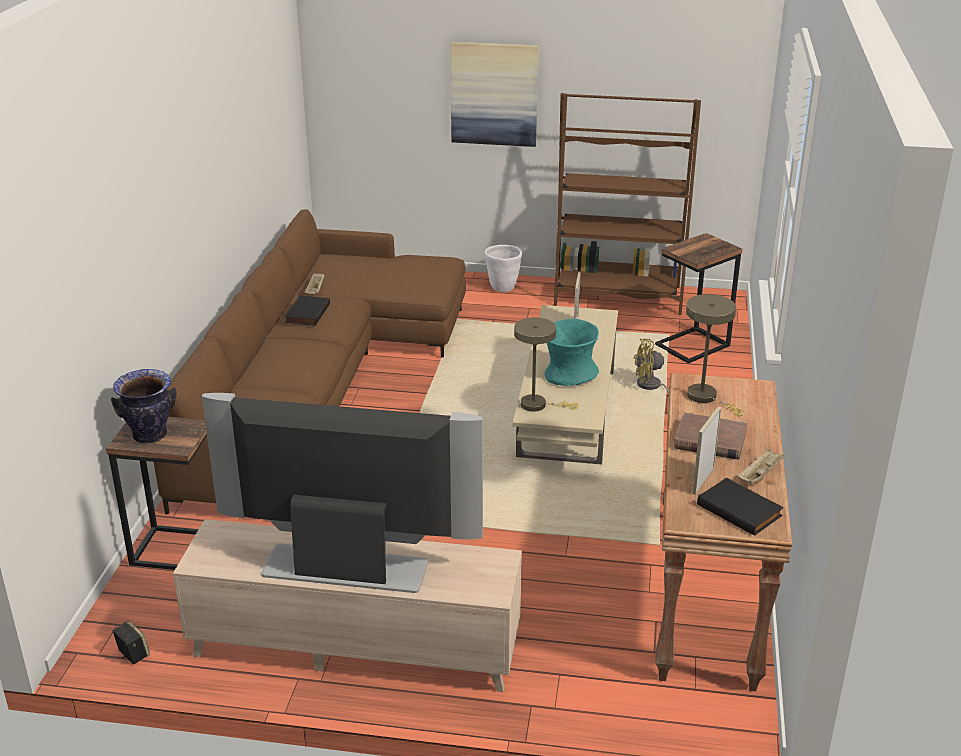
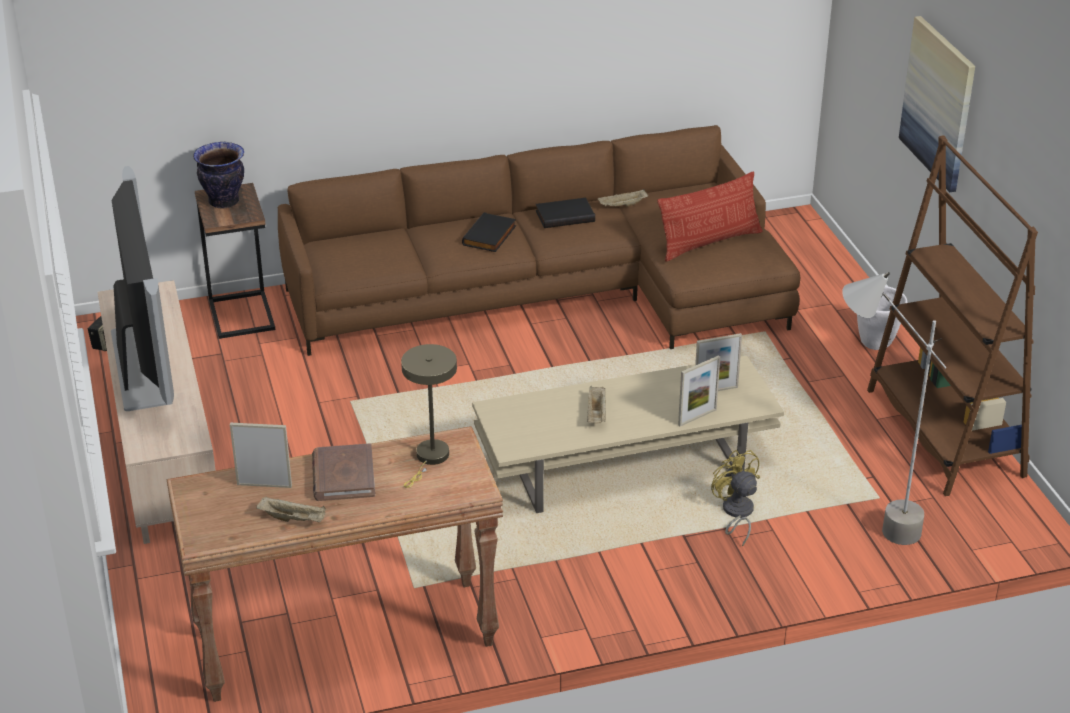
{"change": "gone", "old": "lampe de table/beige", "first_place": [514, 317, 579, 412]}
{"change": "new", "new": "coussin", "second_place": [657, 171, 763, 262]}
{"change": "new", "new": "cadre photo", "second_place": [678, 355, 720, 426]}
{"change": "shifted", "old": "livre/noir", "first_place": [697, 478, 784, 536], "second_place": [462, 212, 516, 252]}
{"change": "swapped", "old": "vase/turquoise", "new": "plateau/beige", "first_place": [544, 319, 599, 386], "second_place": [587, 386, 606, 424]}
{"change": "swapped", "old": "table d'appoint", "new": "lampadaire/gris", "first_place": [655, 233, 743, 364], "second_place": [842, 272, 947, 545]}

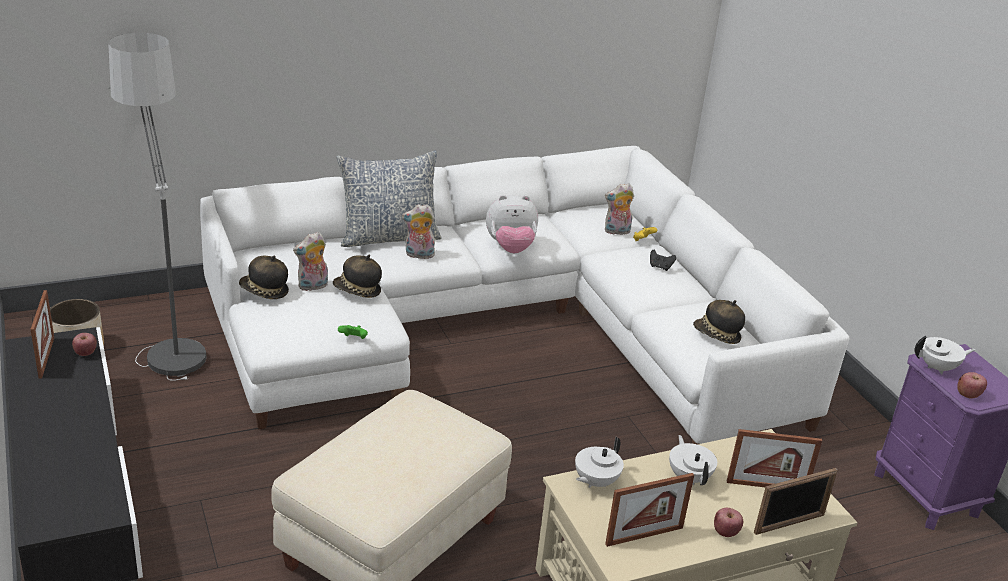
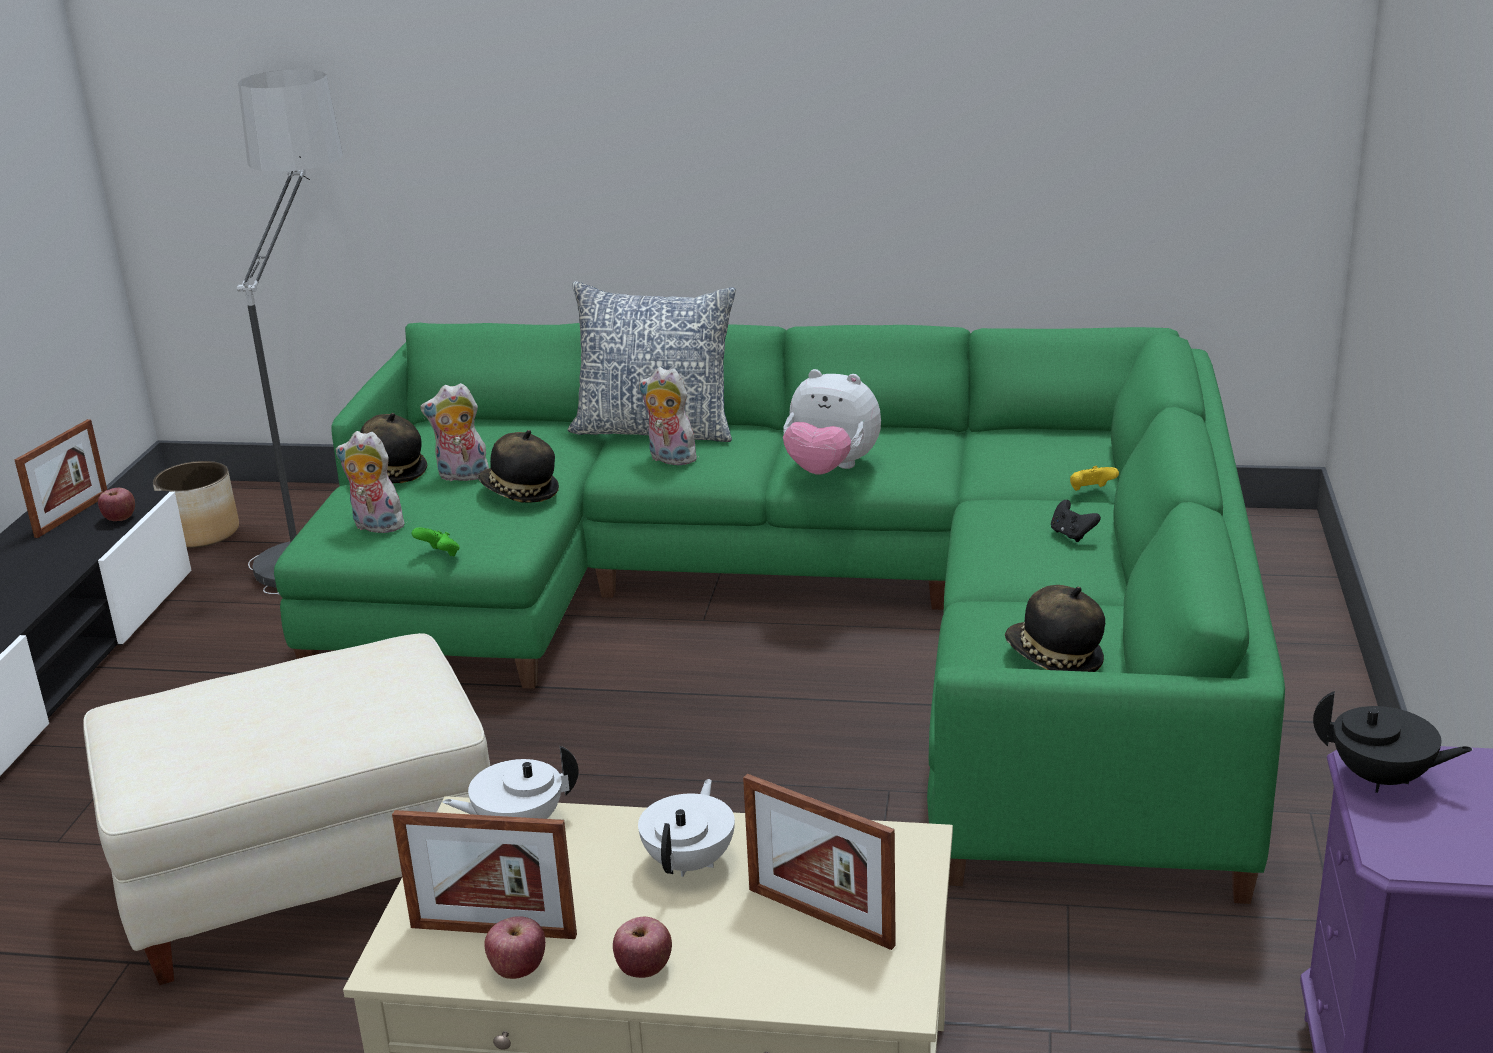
{"change": "gone", "old": "cadre photo", "first_place": [754, 468, 838, 535]}
{"change": "shifted", "old": "peluche", "first_place": [605, 183, 634, 235], "second_place": [336, 431, 405, 533]}
{"change": "shifted", "old": "pomme", "first_place": [957, 372, 987, 399], "second_place": [484, 916, 546, 979]}
{"change": "repainted", "old": "canapé/blanc", "new": "canapé/vert", "first_place": [200, 146, 849, 444], "second_place": [274, 323, 1285, 904]}
{"change": "repainted", "old": "théière/blanc", "new": "théière/noir", "first_place": [914, 336, 975, 375], "second_place": [1313, 691, 1473, 793]}

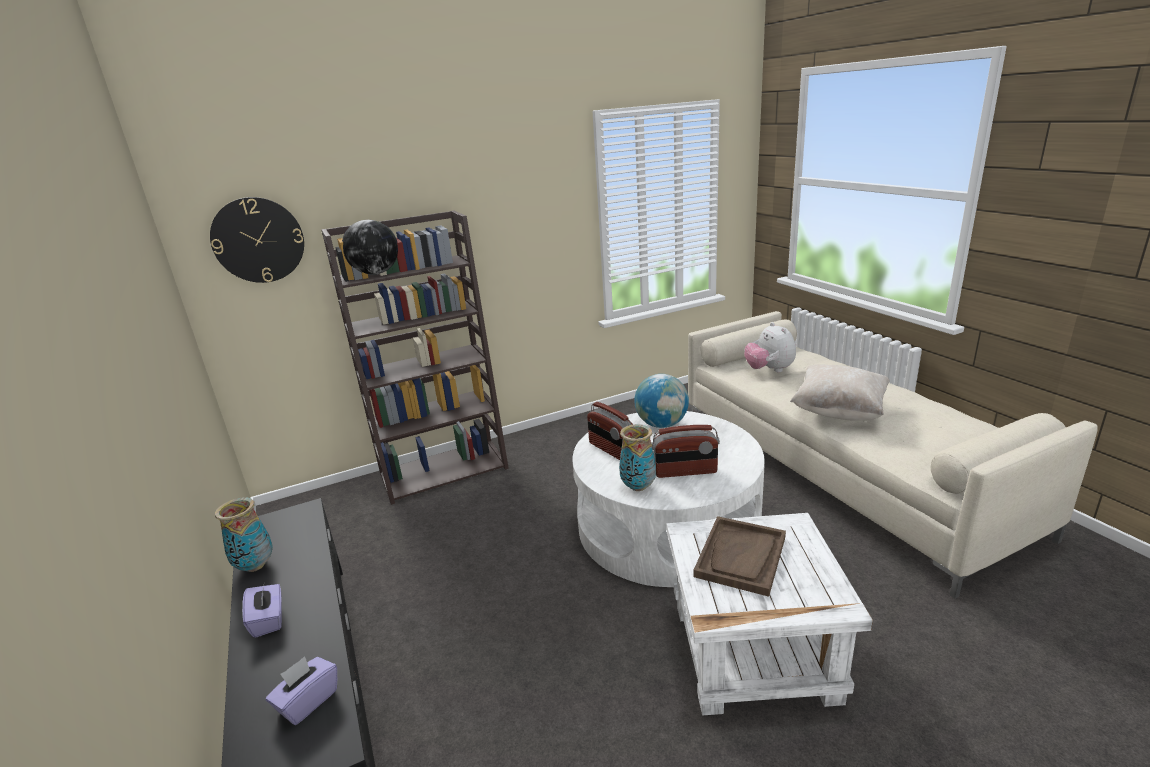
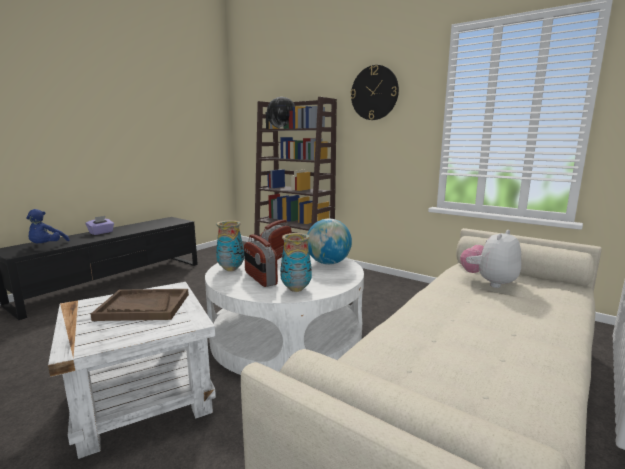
{"change": "gone", "old": "coussin/beige", "first_place": [790, 364, 890, 421]}
{"change": "shifted", "old": "horloge murale", "first_place": [210, 197, 304, 283], "second_place": [350, 65, 399, 120]}
{"change": "shifted", "old": "vase", "first_place": [215, 497, 273, 572], "second_place": [280, 233, 312, 292]}
{"change": "swapped", "old": "boîte à mouchoirs/violet", "new": "peluche/bleu", "first_place": [265, 656, 337, 725], "second_place": [26, 209, 70, 243]}

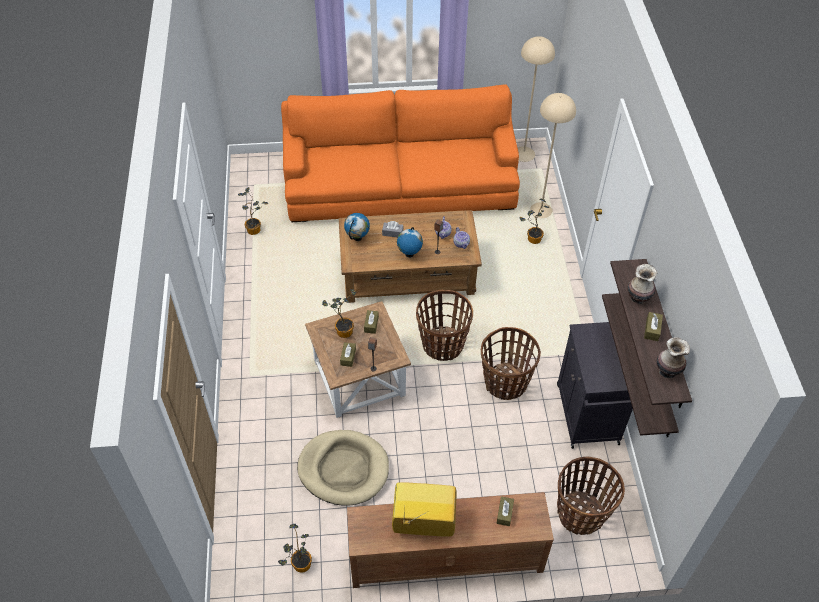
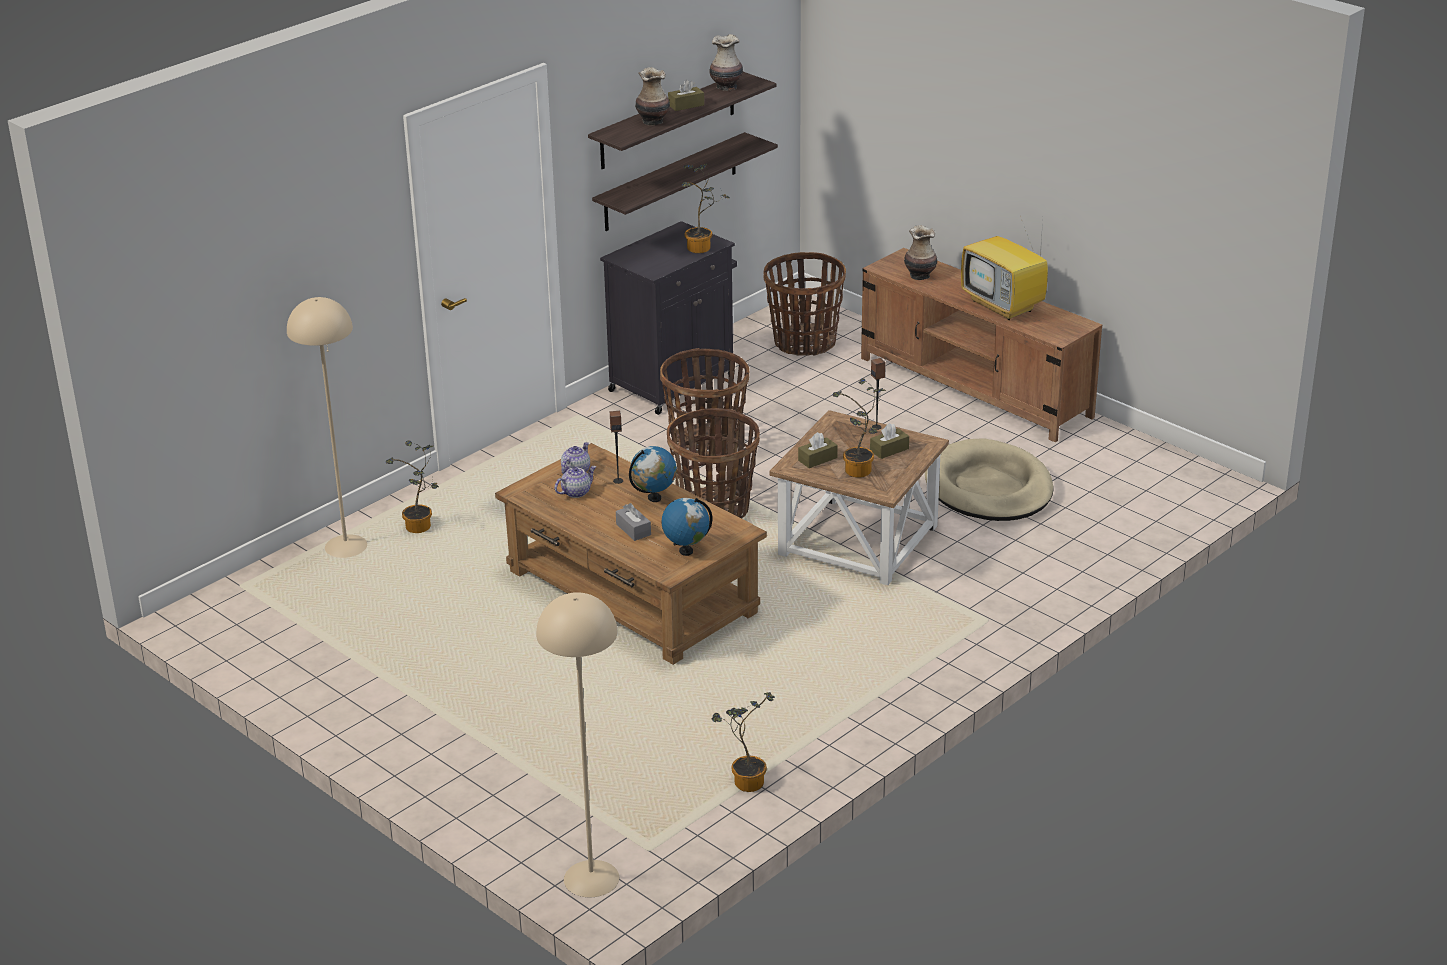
{"change": "gone", "old": "canapé/orange", "first_place": [281, 84, 520, 222]}
{"change": "shifted", "old": "plante en pot", "first_place": [278, 524, 312, 573], "second_place": [682, 164, 730, 253]}
{"change": "shifted", "old": "lampadaire/beige", "first_place": [518, 36, 555, 162], "second_place": [536, 592, 619, 897]}
{"change": "swapped", "old": "boîte à mouchoirs/marron", "new": "vase", "first_place": [496, 496, 514, 526], "second_place": [904, 225, 937, 280]}

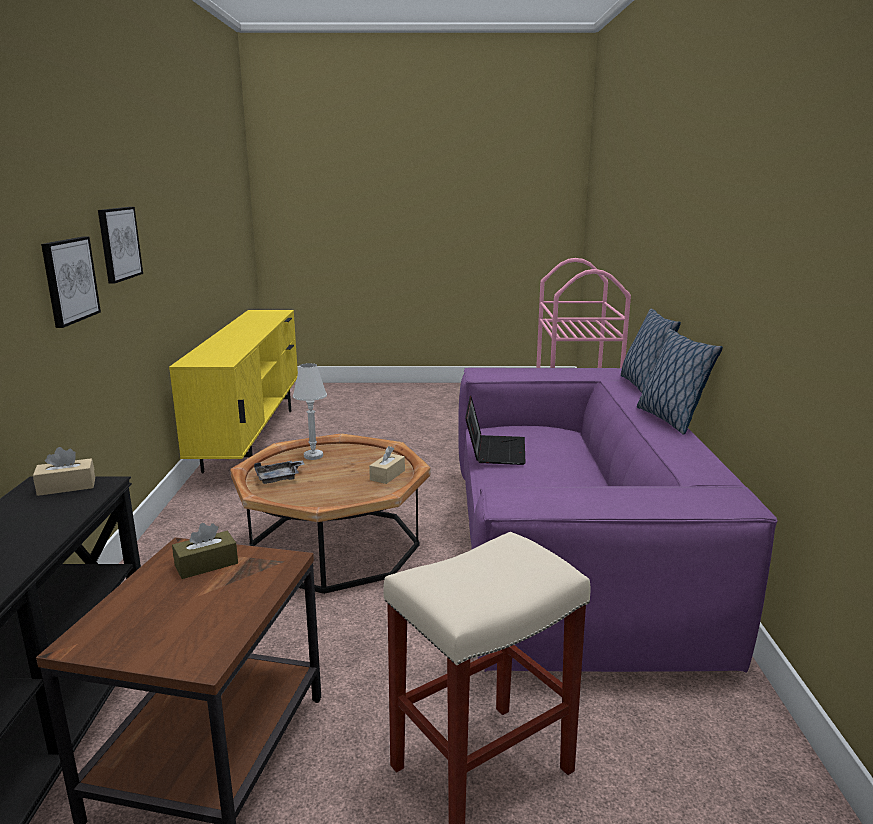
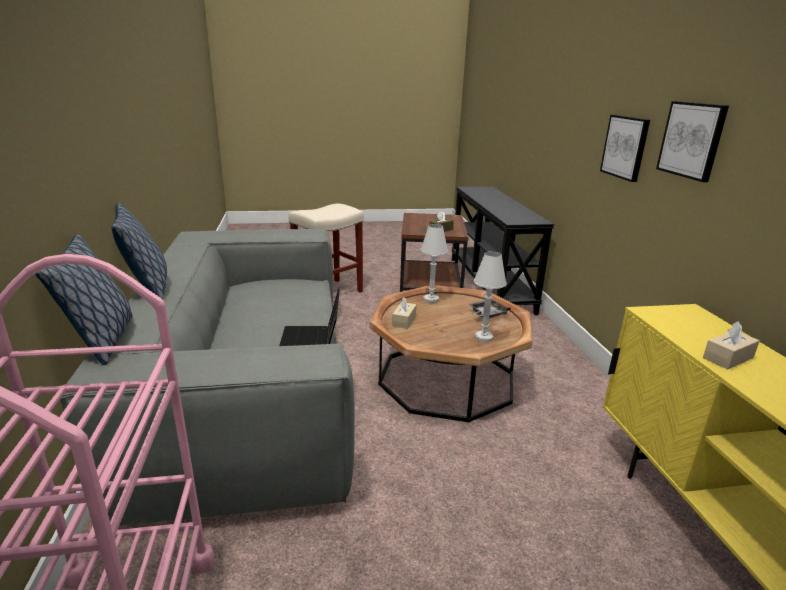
{"change": "new", "new": "lampe de table/blanc", "second_place": [420, 224, 448, 303]}
{"change": "shifted", "old": "boîte à mouchoirs/beige", "first_place": [33, 447, 95, 496], "second_place": [703, 321, 760, 370]}
{"change": "repainted", "old": "canapé/violet", "new": "canapé/gris", "first_place": [458, 368, 778, 673], "second_place": [60, 229, 355, 525]}

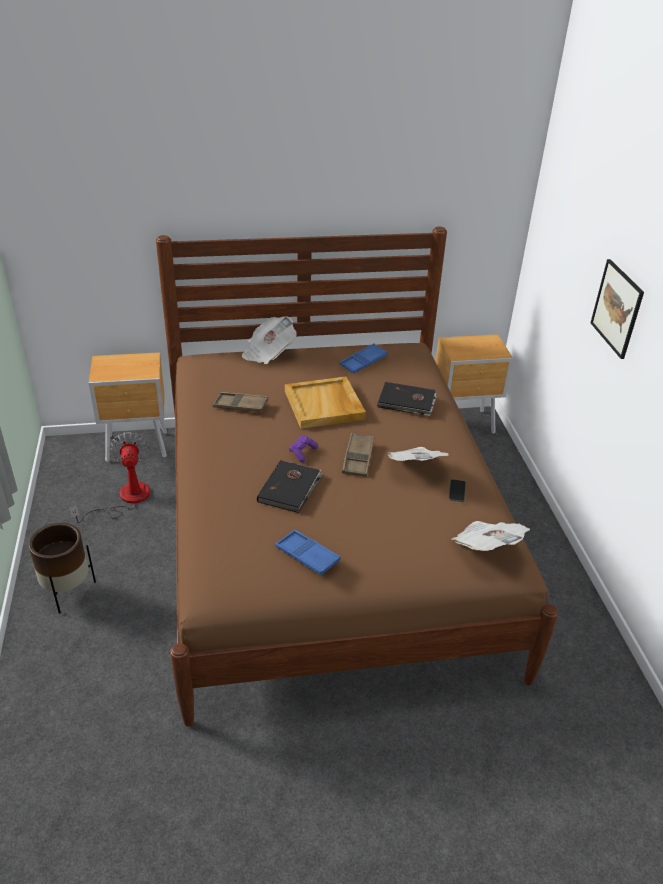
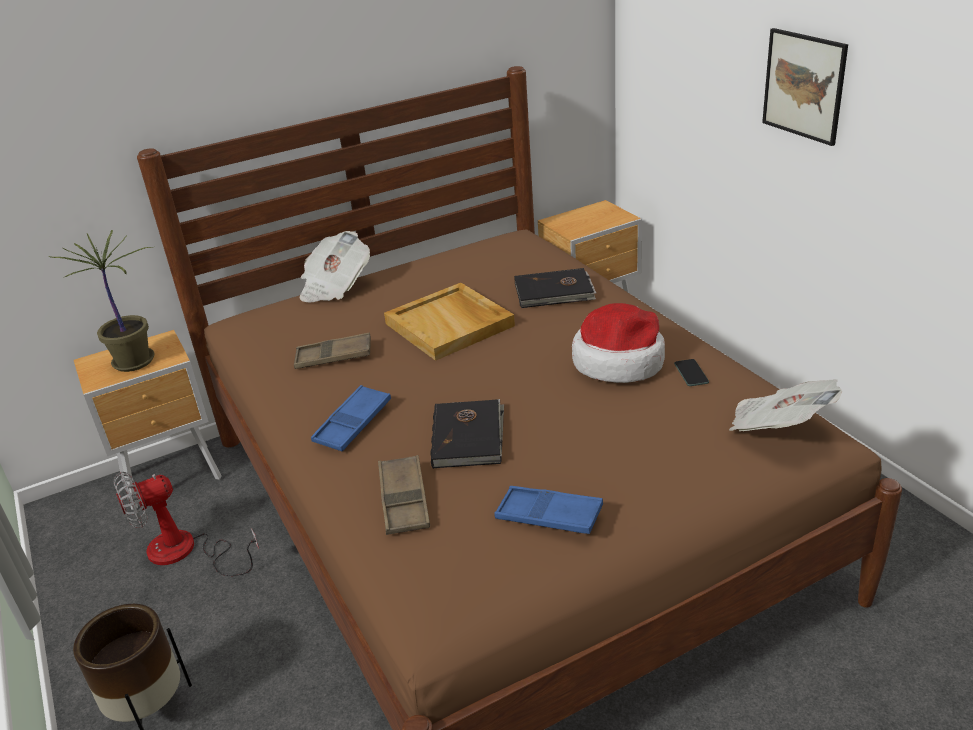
{"change": "gone", "old": "manette/violet", "first_place": [289, 435, 318, 462]}
{"change": "new", "new": "plante en pot", "second_place": [49, 230, 155, 372]}
{"change": "shifted", "old": "plateau/bleu", "first_place": [340, 344, 388, 374], "second_place": [311, 385, 391, 451]}
{"change": "shifted", "old": "plateau/marron", "first_place": [342, 433, 375, 477], "second_place": [378, 455, 430, 535]}
{"change": "swapped", "old": "journal", "new": "chapeau", "first_place": [387, 447, 449, 461], "second_place": [572, 303, 665, 383]}
{"change": "rotated", "old": "ventilateur", "first_place": [69, 432, 151, 523], "second_place": [114, 472, 259, 576], "degrees": -90}

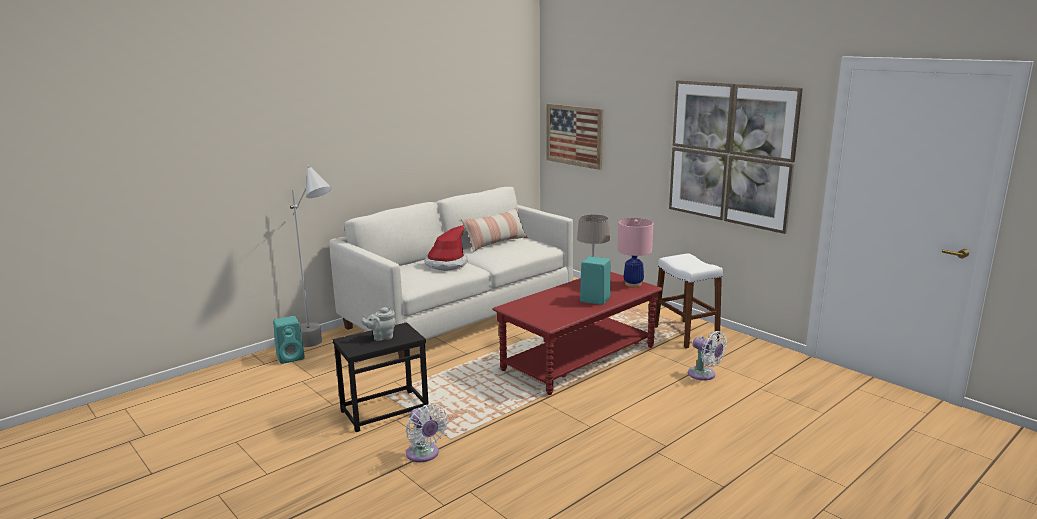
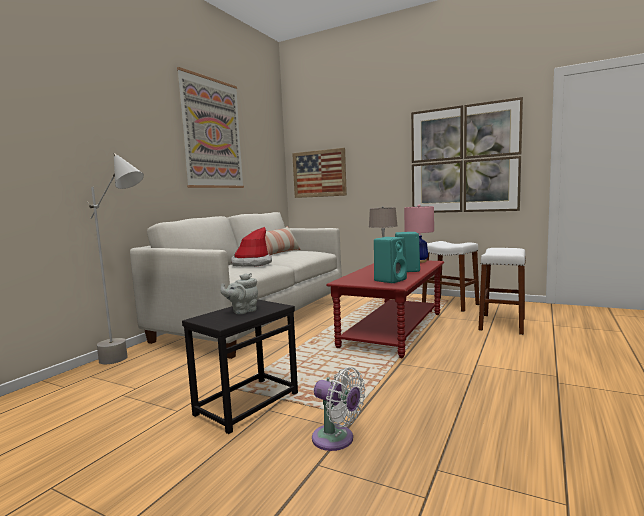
{"change": "new", "new": "tableau", "second_place": [177, 67, 244, 188]}
{"change": "shifted", "old": "enceinte/turquoise", "first_place": [273, 316, 305, 364], "second_place": [374, 237, 407, 283]}
{"change": "swapped", "old": "ventilateur/blanc", "new": "tabouret/blanc", "first_place": [688, 331, 727, 380], "second_place": [478, 248, 526, 335]}

